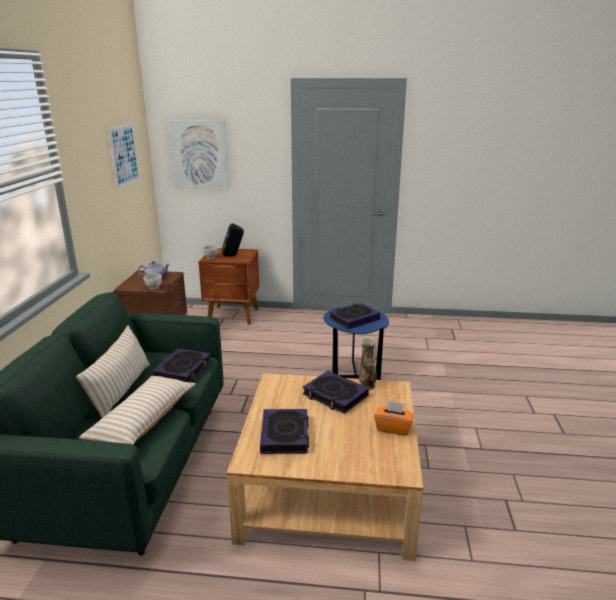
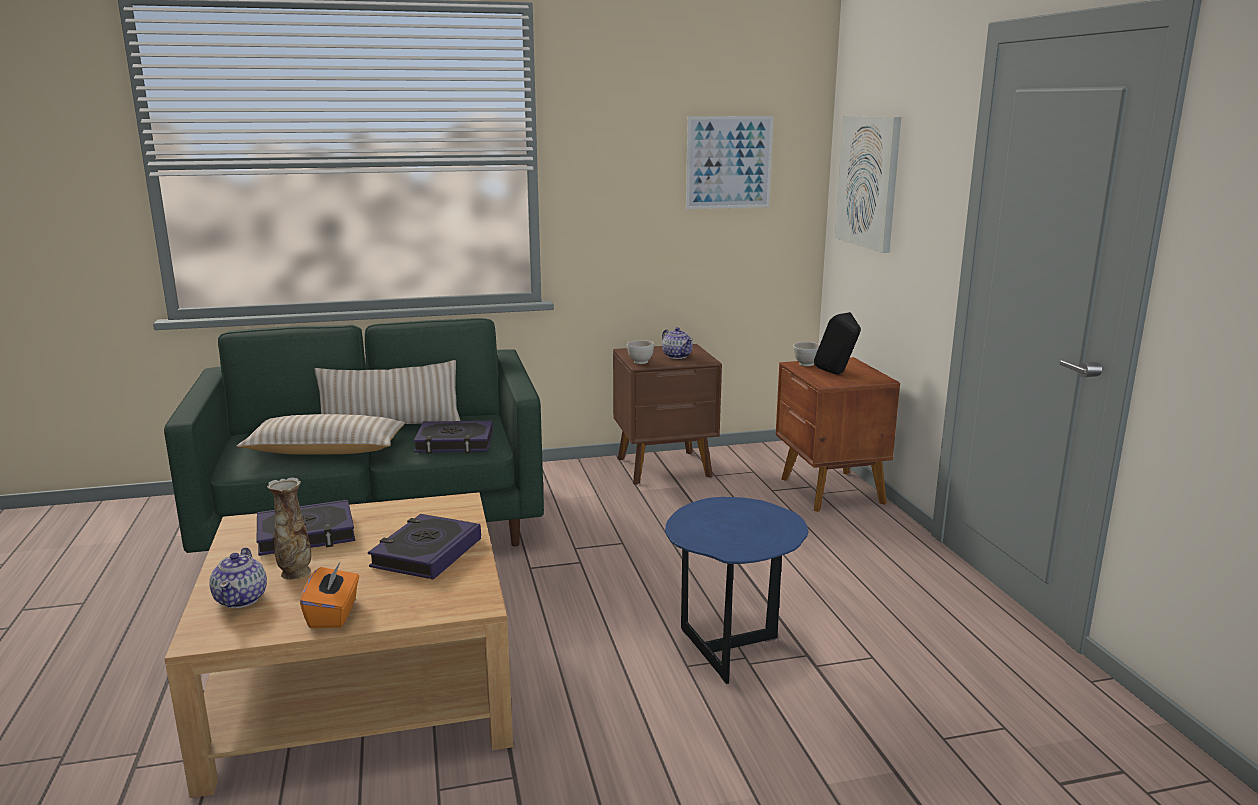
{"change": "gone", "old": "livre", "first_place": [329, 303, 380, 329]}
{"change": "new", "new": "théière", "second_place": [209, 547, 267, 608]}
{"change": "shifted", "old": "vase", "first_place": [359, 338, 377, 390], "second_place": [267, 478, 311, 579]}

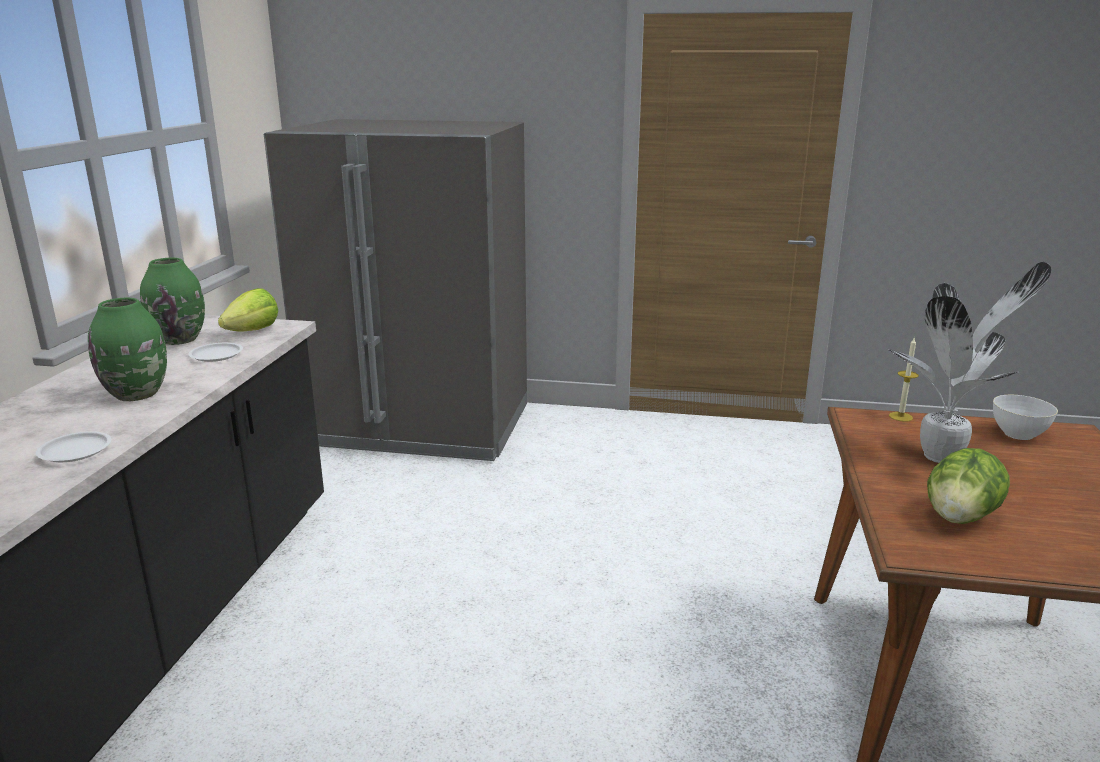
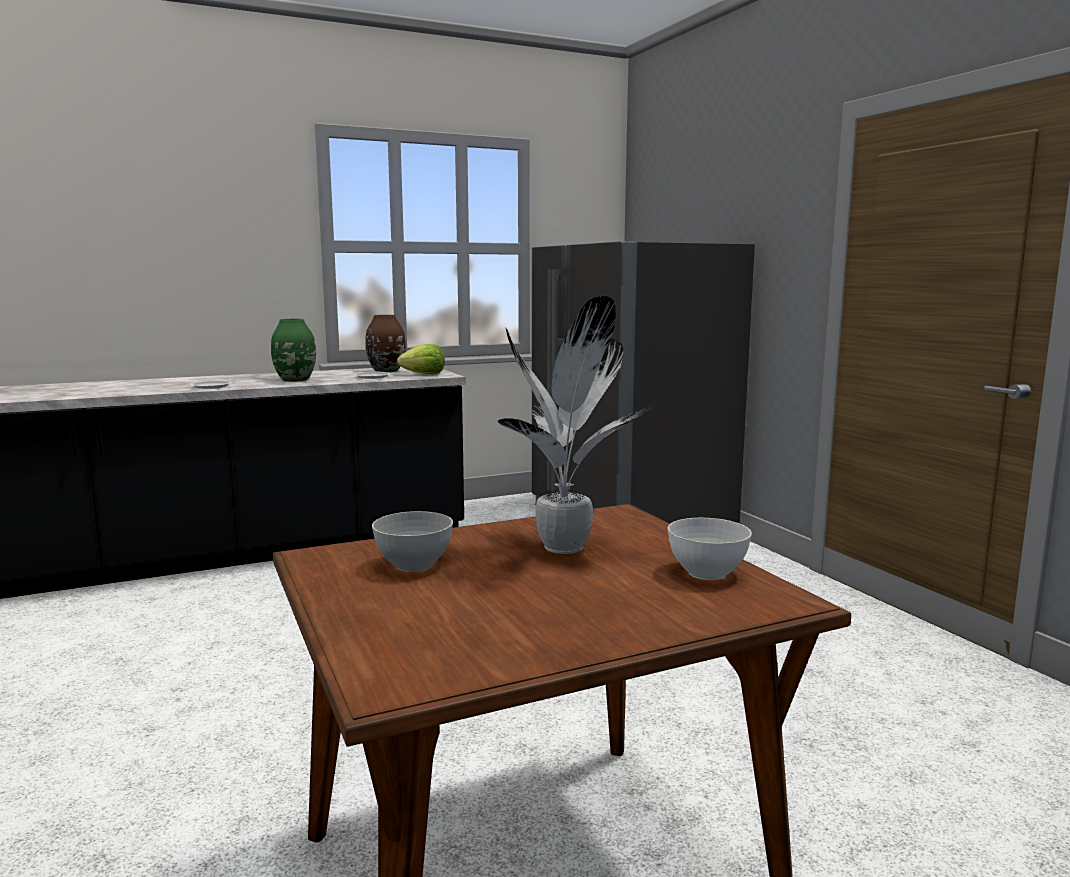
{"change": "gone", "old": "bougie", "first_place": [889, 338, 919, 422]}
{"change": "swapped", "old": "laitue", "new": "bol/gris", "first_place": [927, 448, 1010, 524], "second_place": [372, 511, 453, 572]}
{"change": "repainted", "old": "vase/vert", "new": "vase/marron", "first_place": [140, 258, 205, 345], "second_place": [365, 315, 406, 372]}

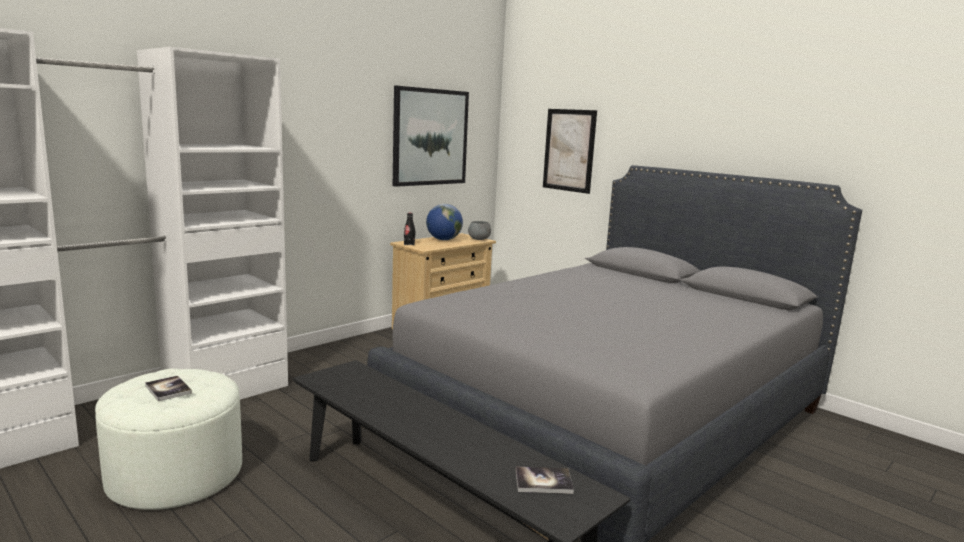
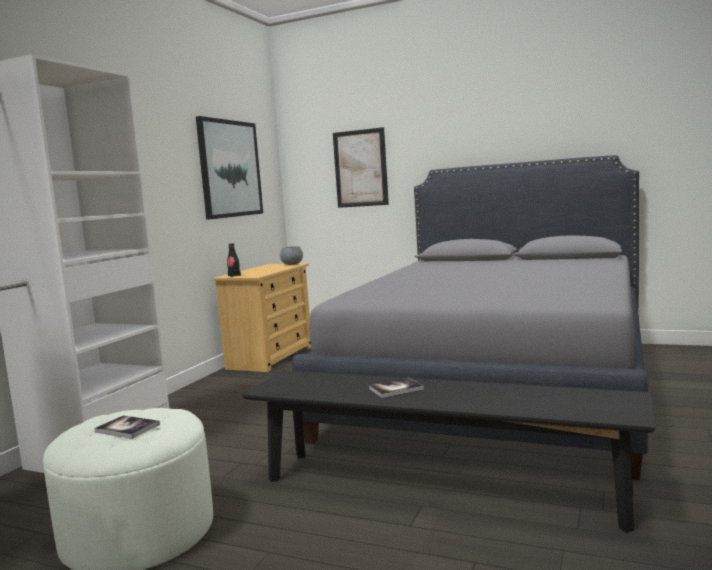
{"change": "gone", "old": "globe", "first_place": [426, 204, 463, 240]}
{"change": "shifted", "old": "livre", "first_place": [516, 467, 574, 494], "second_place": [369, 378, 424, 398]}

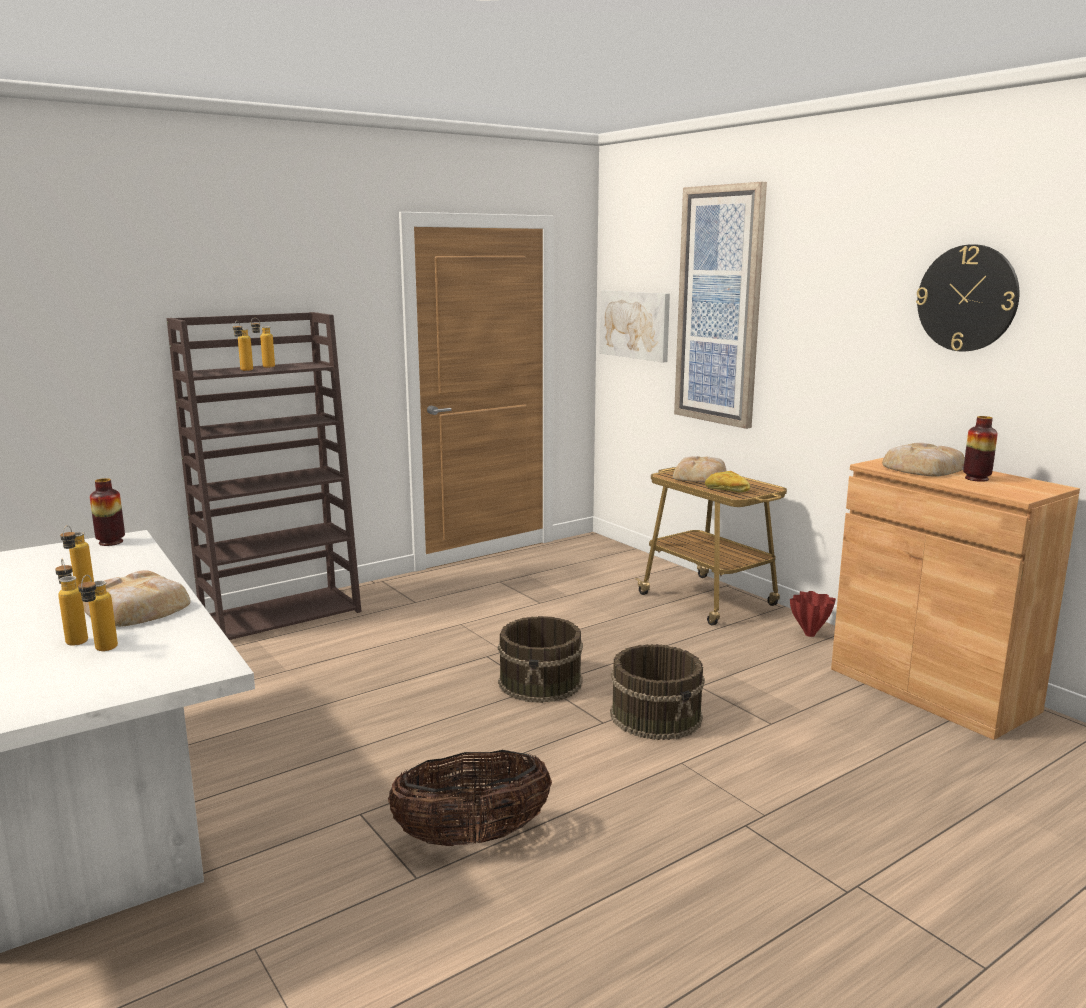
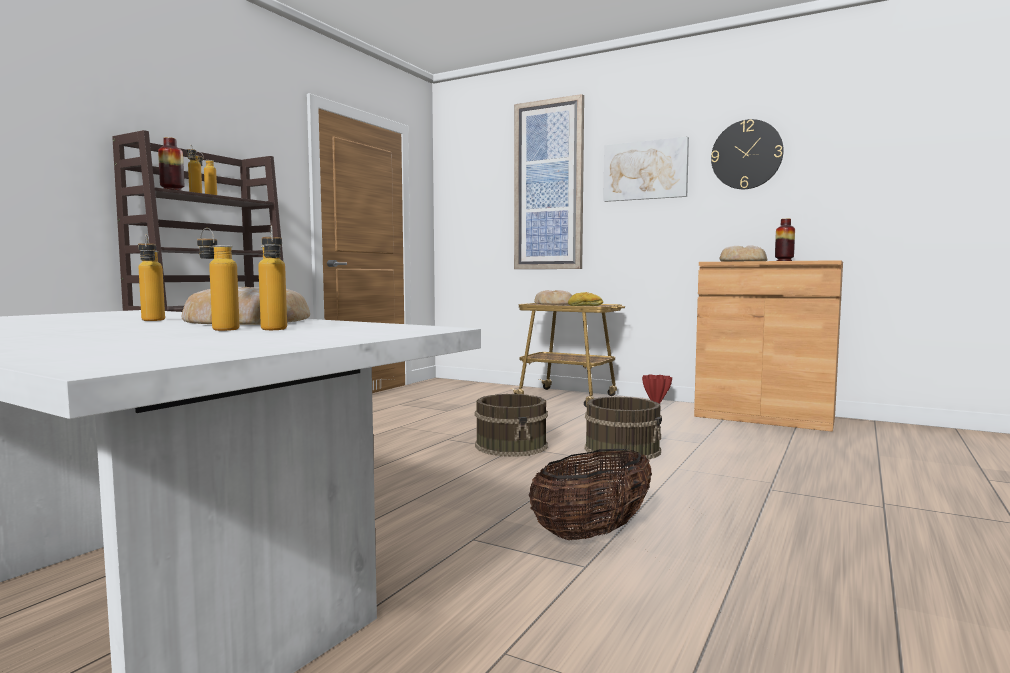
{"change": "shifted", "old": "vase", "first_place": [90, 478, 125, 546], "second_place": [158, 137, 184, 191]}
{"change": "shifted", "old": "tableau", "first_place": [600, 290, 670, 362], "second_place": [603, 136, 689, 202]}

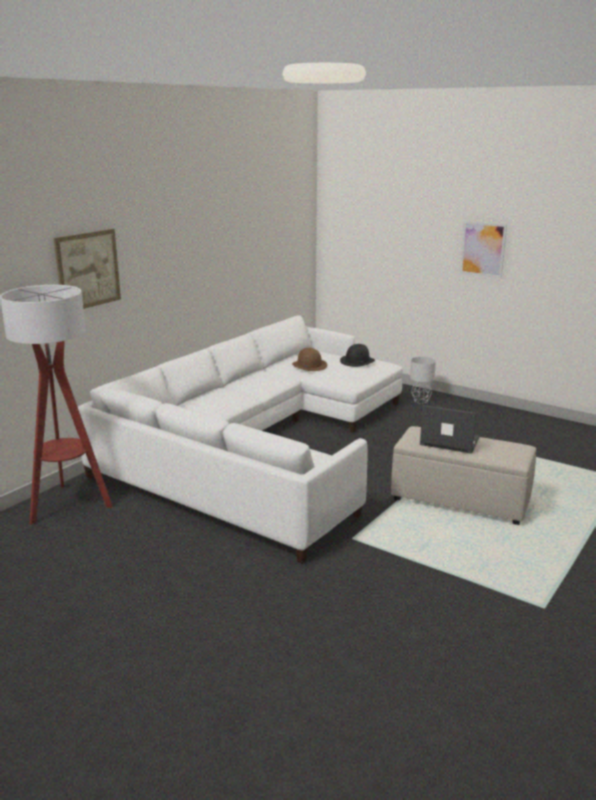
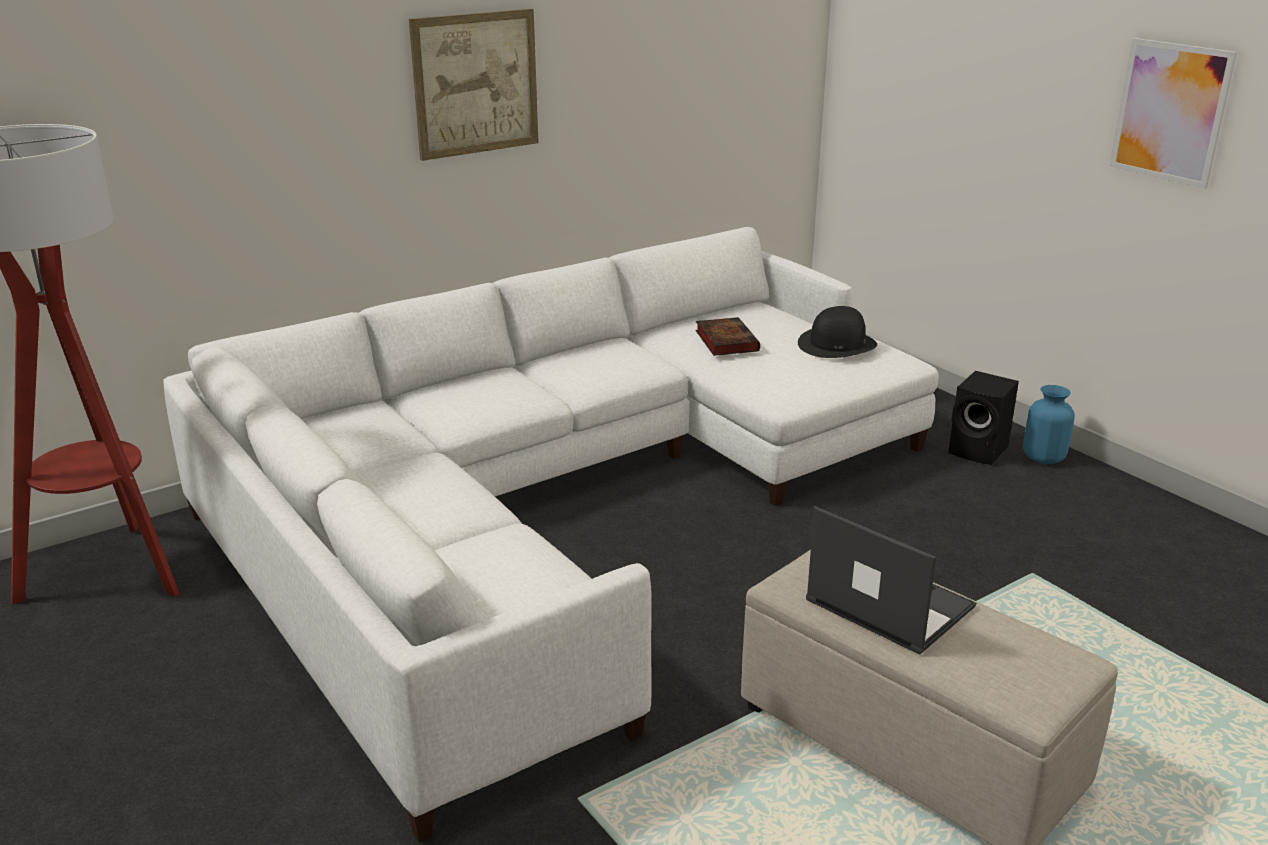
{"change": "new", "new": "vase/bleu", "second_place": [1023, 385, 1075, 464]}
{"change": "shifted", "old": "tableau", "first_place": [53, 229, 121, 309], "second_place": [409, 9, 539, 161]}
{"change": "swapped", "old": "chapeau/marron", "new": "livre", "first_place": [292, 348, 327, 371], "second_place": [696, 317, 760, 356]}
{"change": "swapped", "old": "lampe de table/gris", "new": "enceinte/noir", "first_place": [410, 357, 436, 404], "second_place": [948, 371, 1019, 465]}

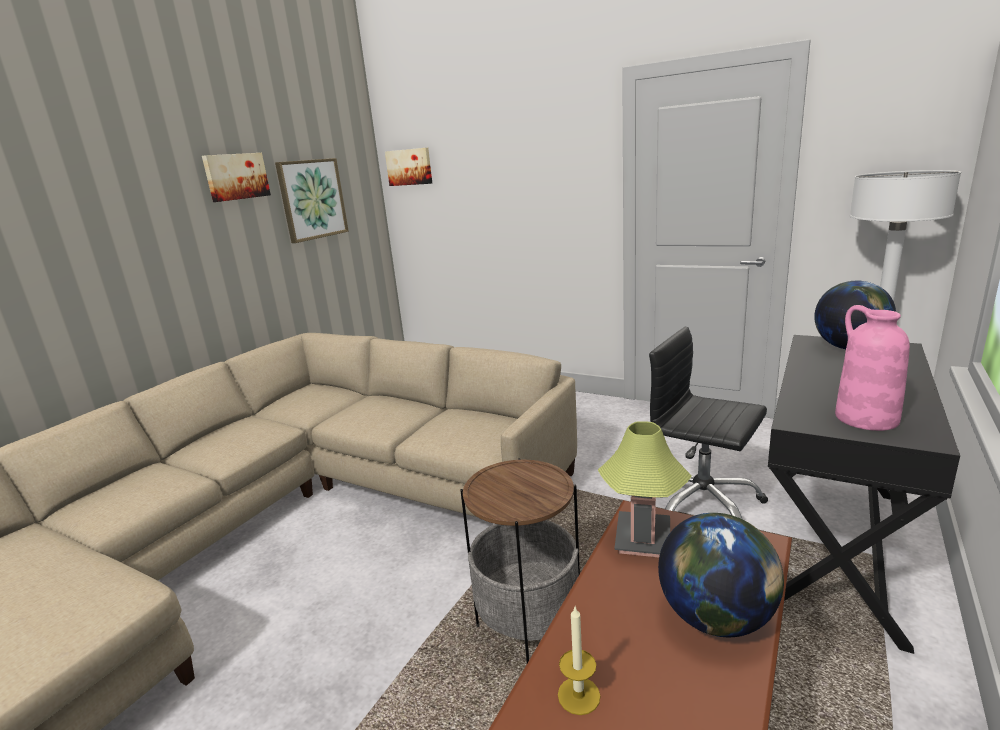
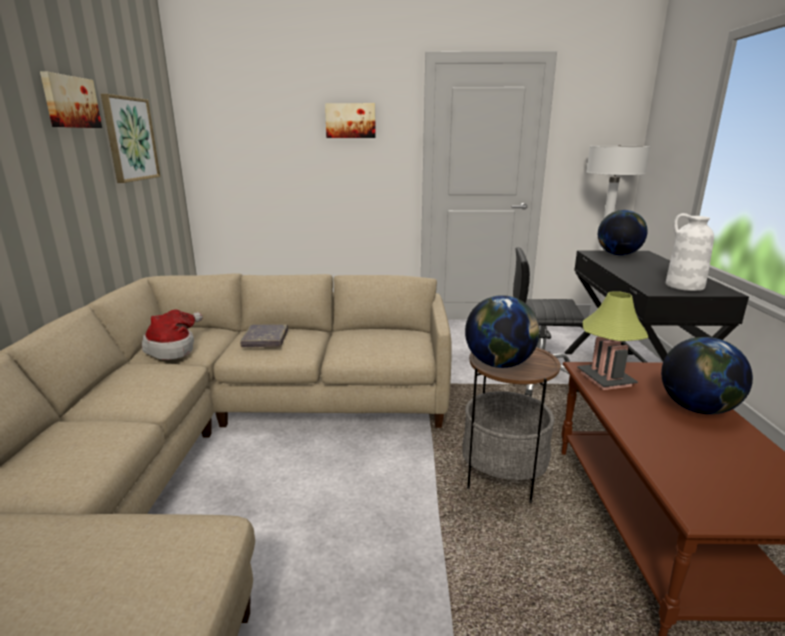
{"change": "gone", "old": "bougie", "first_place": [558, 605, 600, 715]}
{"change": "new", "new": "chapeau", "second_place": [142, 309, 203, 360]}
{"change": "new", "new": "livre/gris", "second_place": [240, 324, 288, 347]}
{"change": "new", "new": "globe", "second_place": [465, 295, 540, 368]}
{"change": "shifted", "old": "tableau", "first_place": [385, 148, 432, 186], "second_place": [325, 103, 376, 138]}
{"change": "repainted", "old": "vase/rose", "new": "vase/blanc", "first_place": [835, 305, 910, 431], "second_place": [666, 213, 714, 291]}

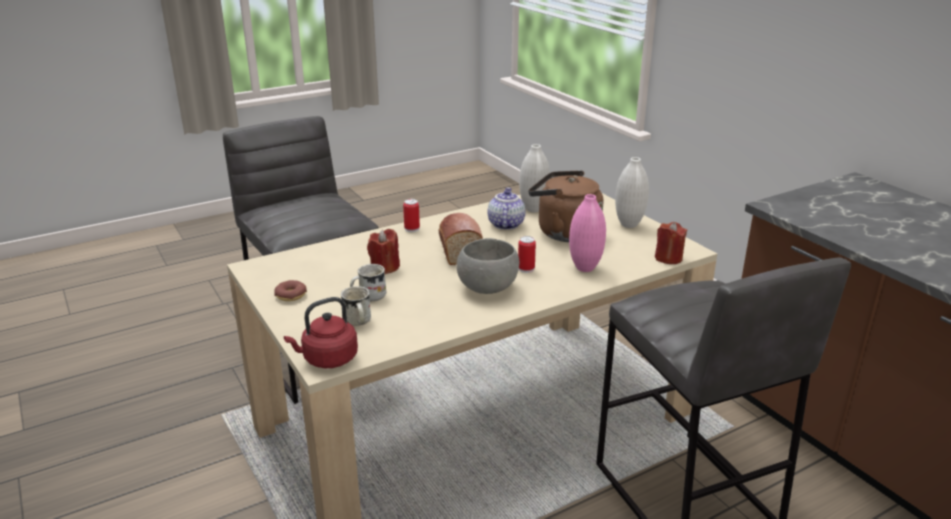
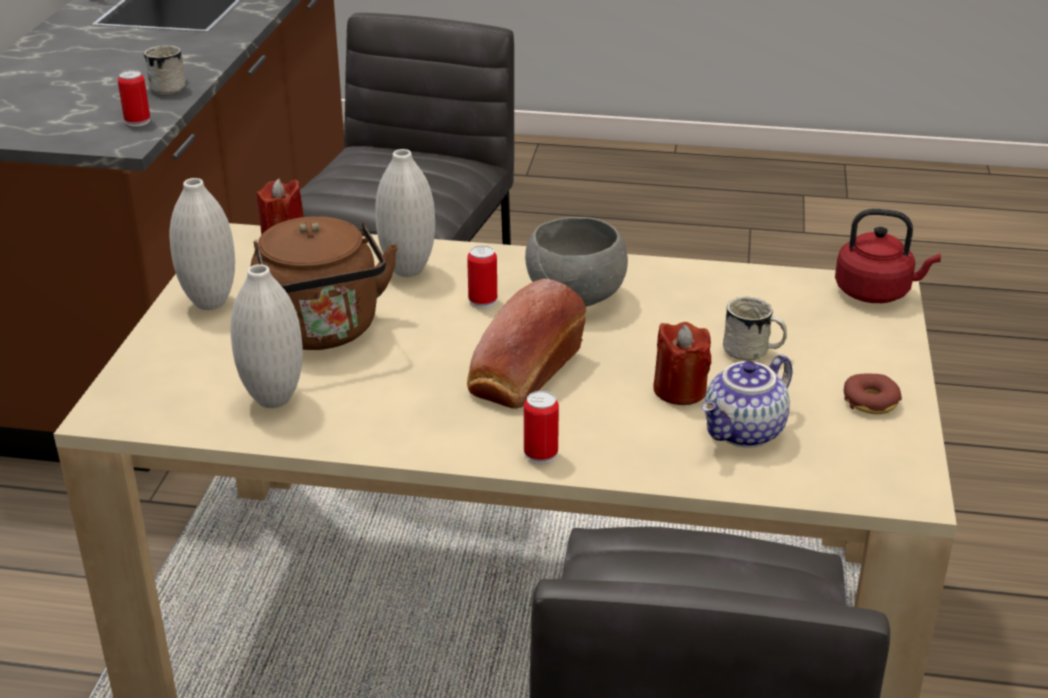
{"change": "new", "new": "boîte métallique", "second_place": [118, 70, 150, 126]}
{"change": "shifted", "old": "mug/blanc", "first_place": [341, 286, 371, 326], "second_place": [144, 45, 185, 94]}
{"change": "shifted", "old": "théière", "first_place": [488, 188, 525, 230], "second_place": [702, 354, 793, 448]}
{"change": "repainted", "old": "vase/rose", "new": "vase/blanc", "first_place": [569, 194, 606, 272], "second_place": [375, 149, 435, 277]}

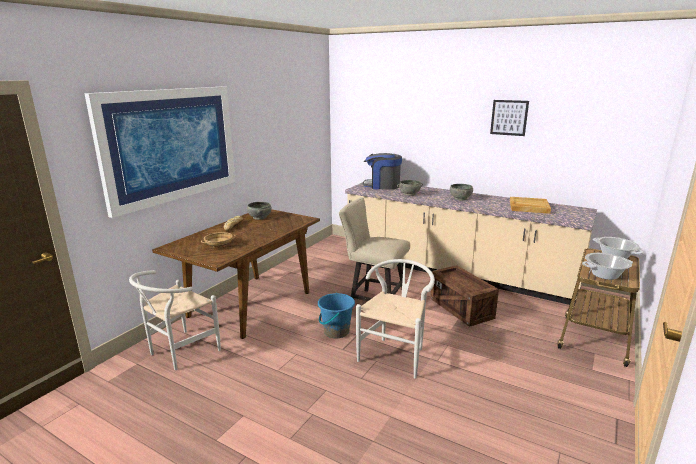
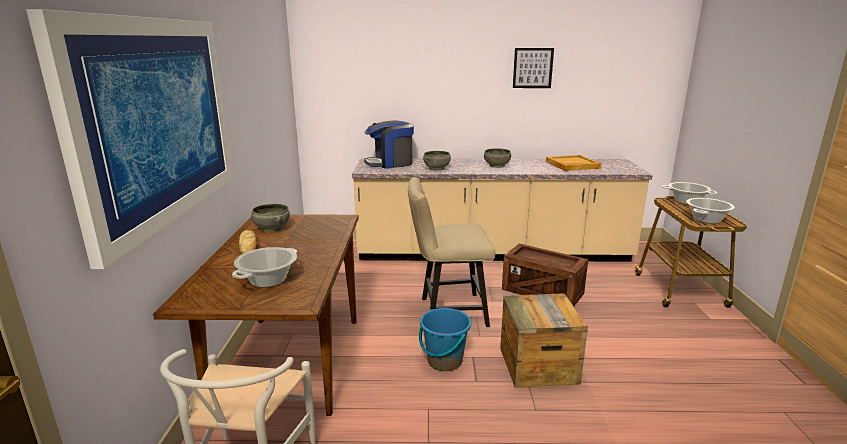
{"change": "swapped", "old": "bol/beige", "new": "marmite", "first_place": [201, 232, 236, 248], "second_place": [232, 247, 297, 287]}
{"change": "swapped", "old": "chaise/blanc", "new": "caisse", "first_place": [356, 259, 435, 378], "second_place": [500, 293, 588, 388]}

